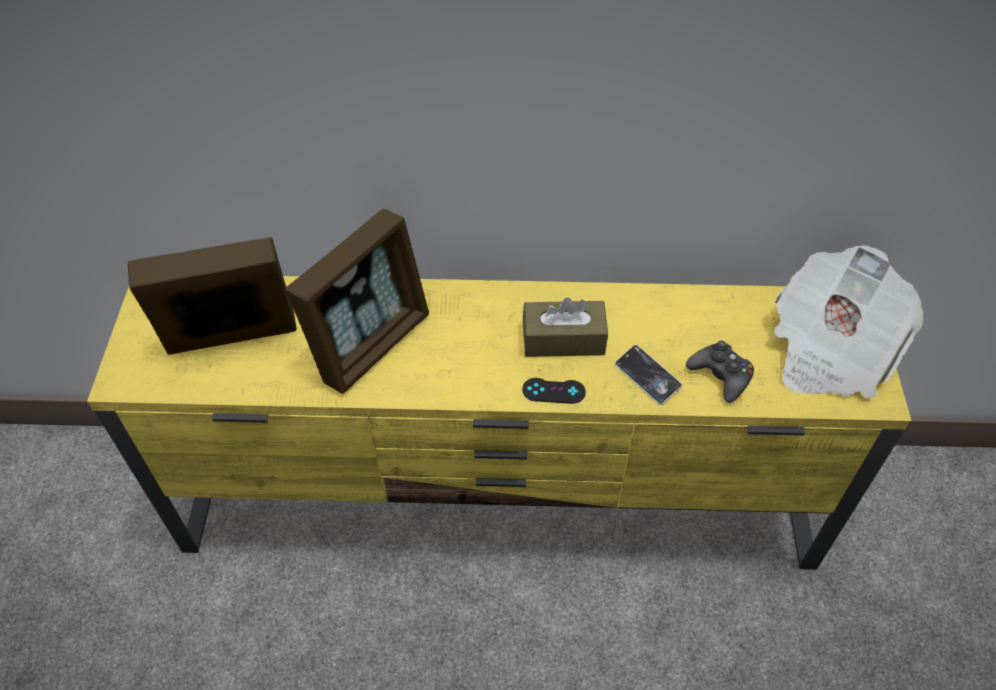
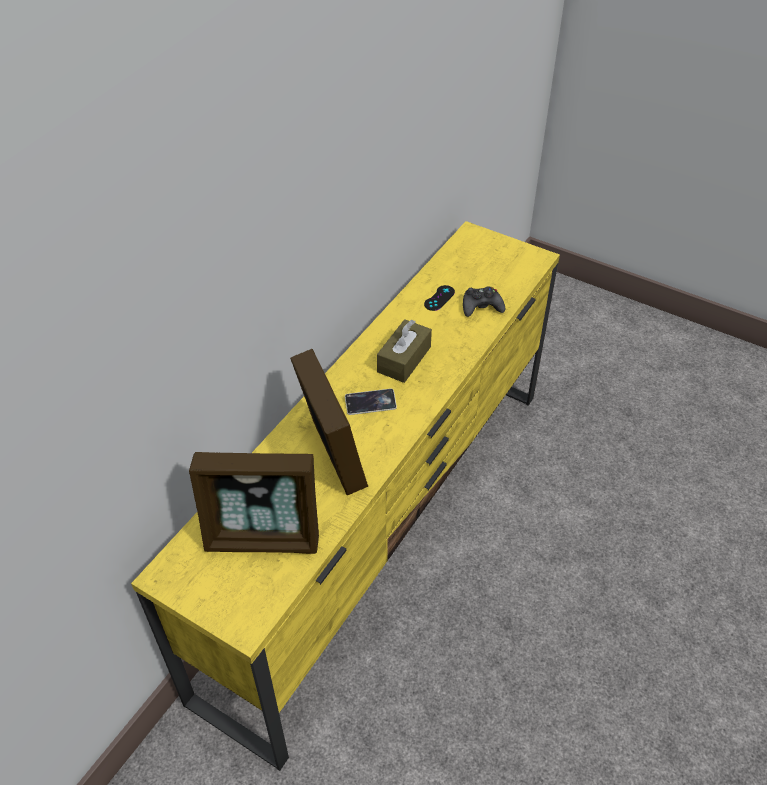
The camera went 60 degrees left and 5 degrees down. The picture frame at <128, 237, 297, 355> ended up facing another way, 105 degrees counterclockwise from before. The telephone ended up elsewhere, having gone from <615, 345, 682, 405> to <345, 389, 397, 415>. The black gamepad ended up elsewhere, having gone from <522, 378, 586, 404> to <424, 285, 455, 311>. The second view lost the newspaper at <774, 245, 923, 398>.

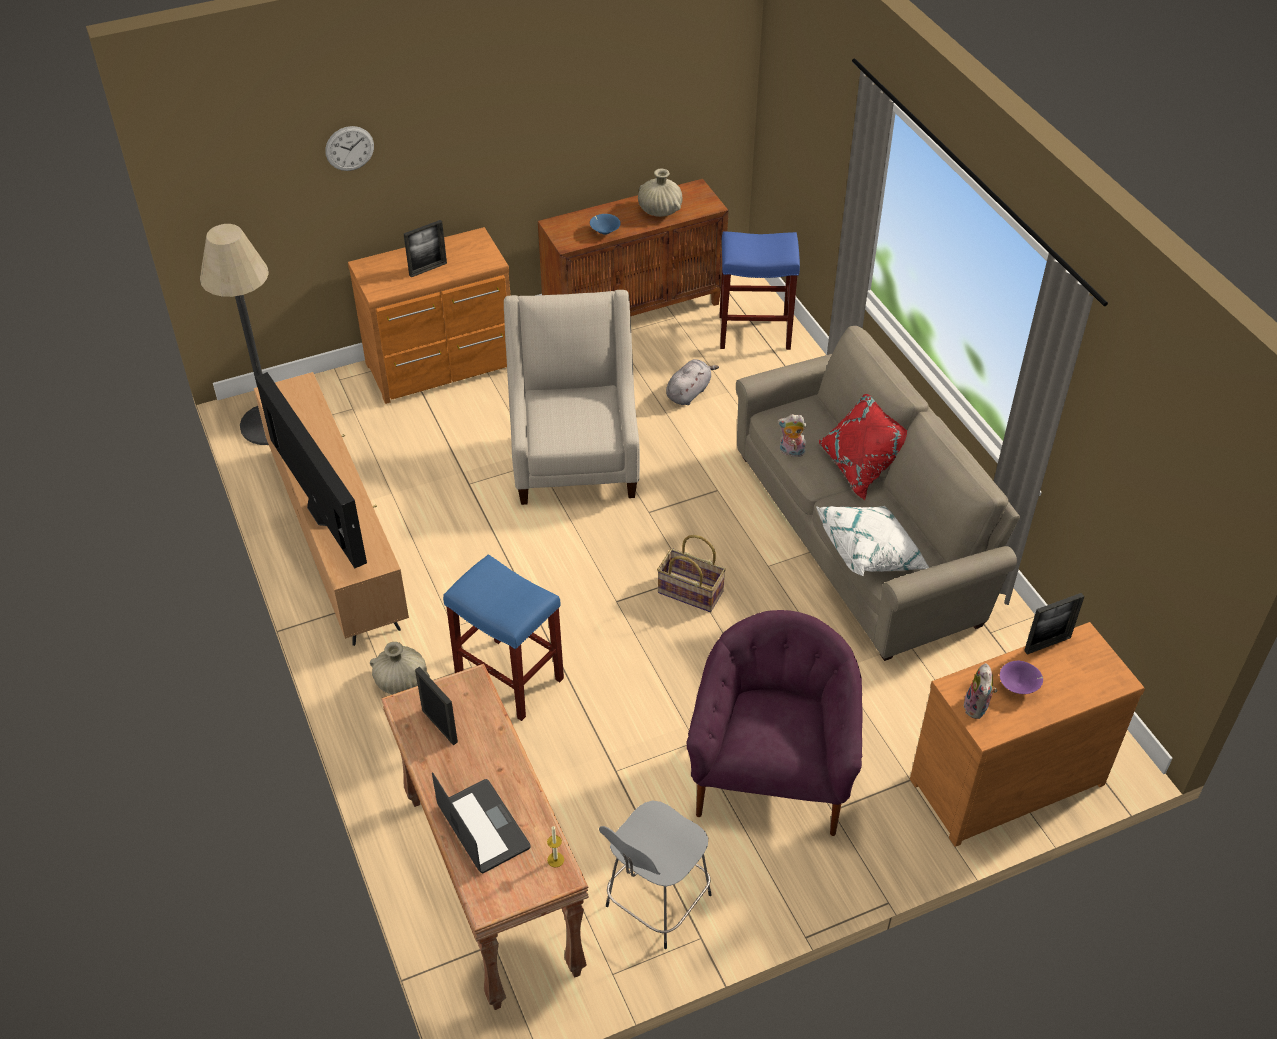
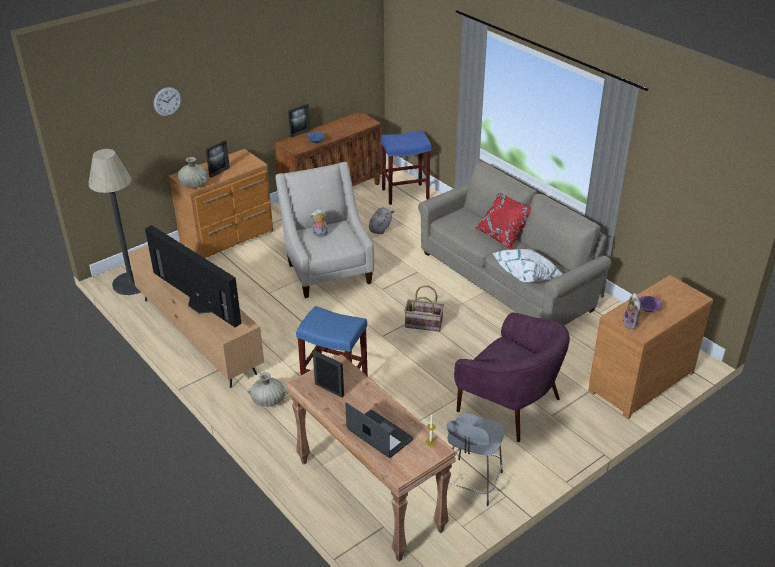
The camera went 15 degrees left and 10 degrees down. The beige-coloured flower vase ended up elsewhere, having gone from <638, 169, 683, 217> to <178, 157, 208, 188>. The picture frame ended up elsewhere, having gone from <1024, 593, 1085, 655> to <288, 104, 310, 138>. The cuddly toy ended up elsewhere, having gone from <778, 414, 806, 457> to <309, 209, 329, 237>. The purple-coloured lounge chair at <686, 610, 863, 836> ended up facing another way, 135 degrees clockwise from before.

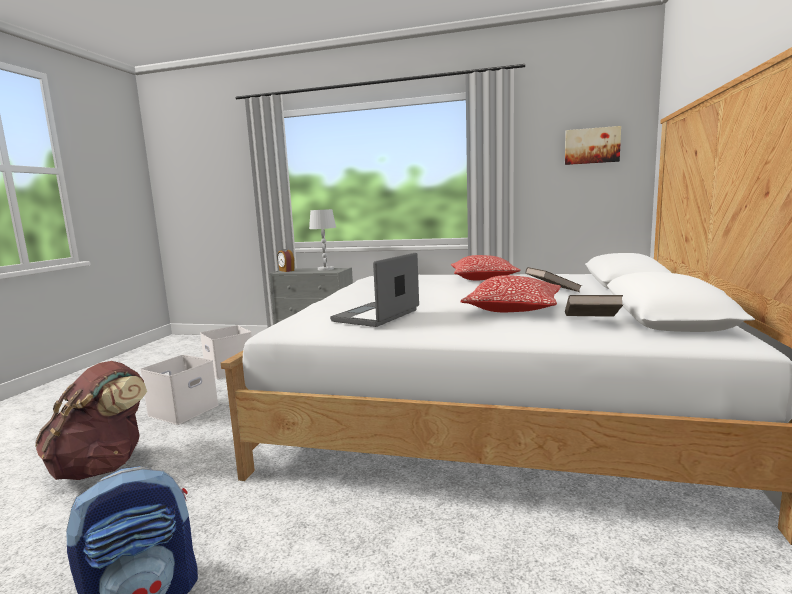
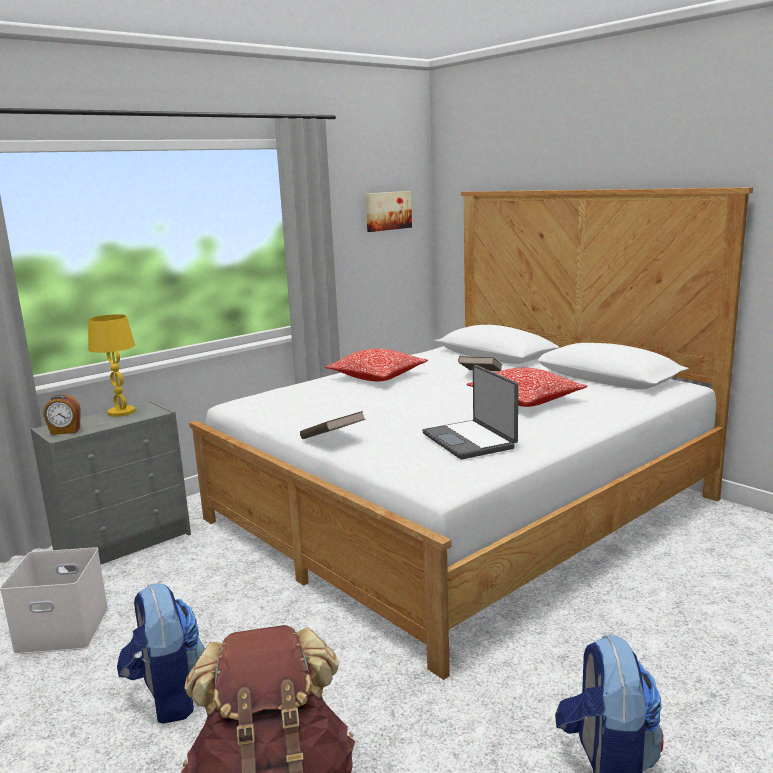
The camera went 55 degrees left and 5 degrees up. What was the white lamp for a table at <309, 209, 336, 270> turned into the yellow-coloured lamp for a table at <88, 314, 135, 417>. Where the white storage box stood at <140, 355, 219, 425>, the rucksack came to stand at <117, 583, 205, 724>. The brown-coloured book ended up elsewhere, having gone from <565, 295, 623, 317> to <300, 411, 366, 439>.

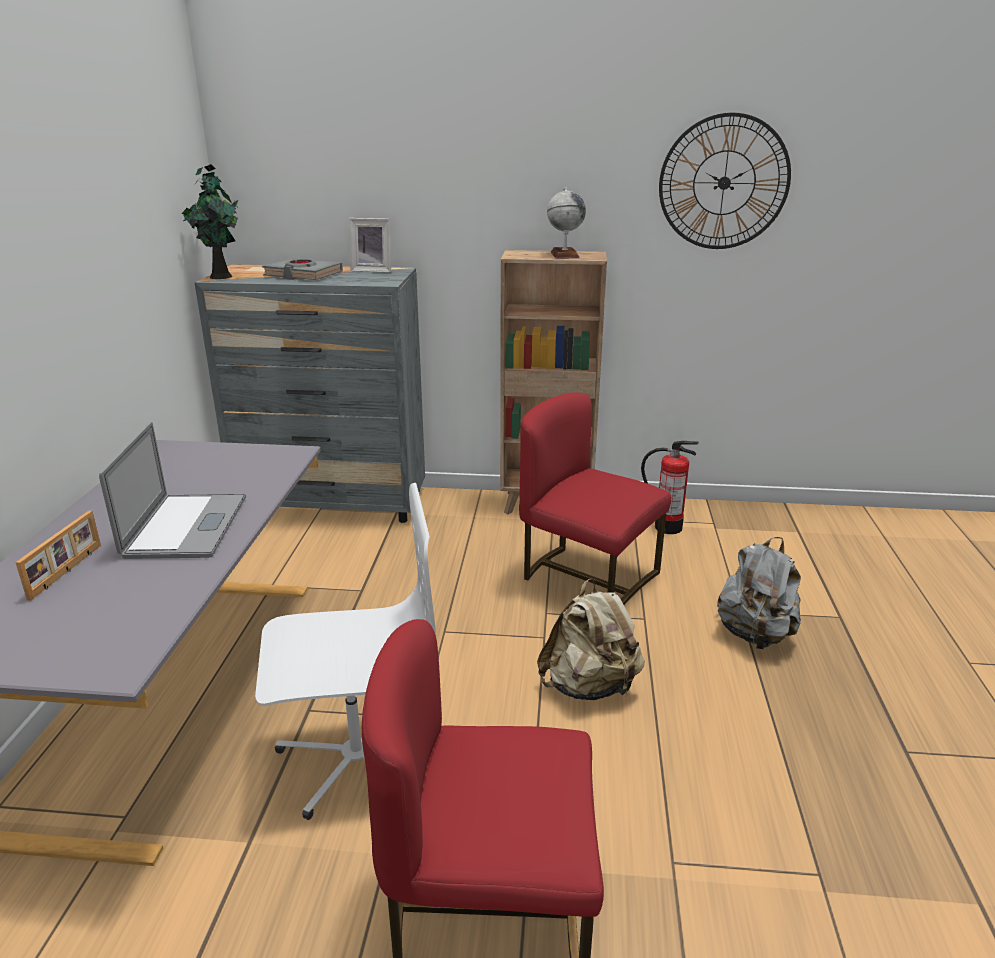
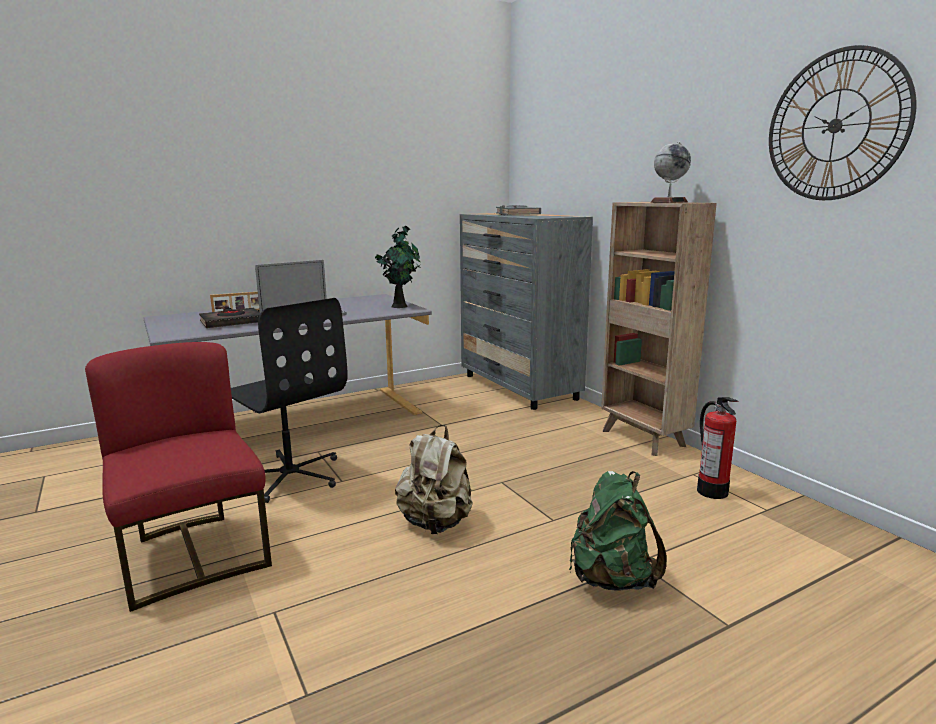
The camera went 55 degrees right and 10 degrees down. The second view gained the black book at <199, 308, 260, 328>. What was the white office chair at <255, 483, 436, 820> turned into the black office chair at <231, 298, 348, 503>. The plant in a pot ended up elsewhere, having gone from <181, 164, 238, 279> to <375, 226, 422, 308>. What was the grey rucksack at <717, 537, 801, 649> turned into the greenish rucksack at <569, 471, 667, 591>. The second view lost the picture frame at <349, 218, 391, 273>. The second view lost the reddish upright chair at <519, 392, 671, 605>.

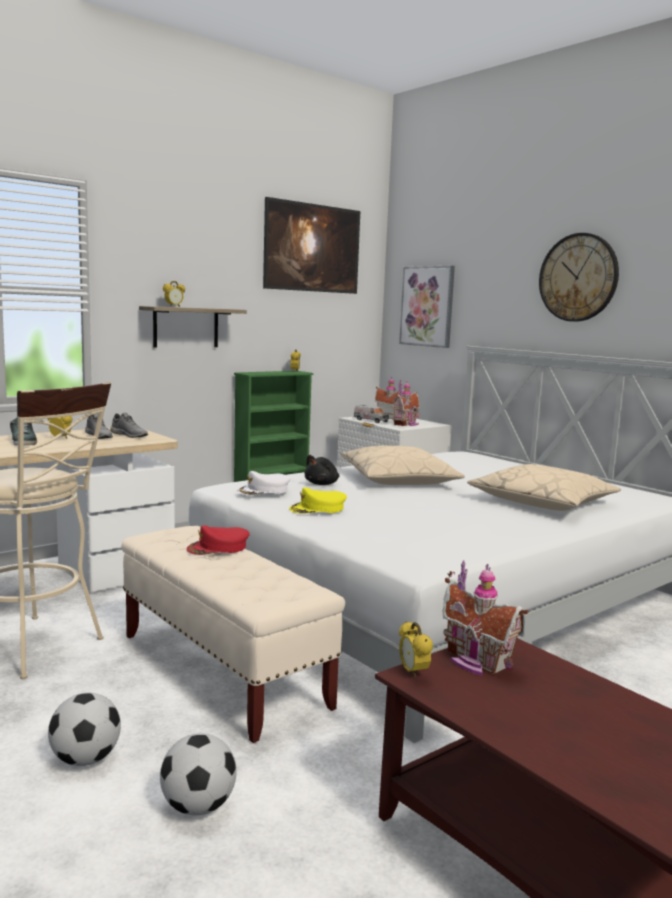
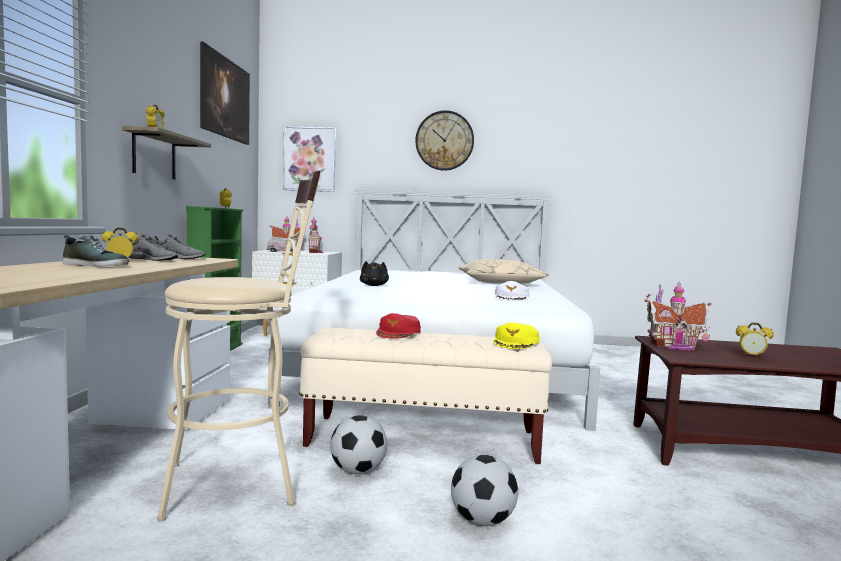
The camera went 45 degrees left and 5 degrees down. The football ended up elsewhere, having gone from <160, 733, 237, 816> to <330, 415, 387, 474>. The yellow-coloured cap ended up elsewhere, having gone from <289, 487, 347, 514> to <494, 322, 540, 349>. The white cap ended up elsewhere, having gone from <237, 471, 291, 495> to <495, 281, 529, 301>. The table clock ended up elsewhere, having gone from <399, 622, 433, 679> to <736, 323, 774, 358>. The second view lost the beige-coloured throw pillow at <341, 446, 465, 485>.

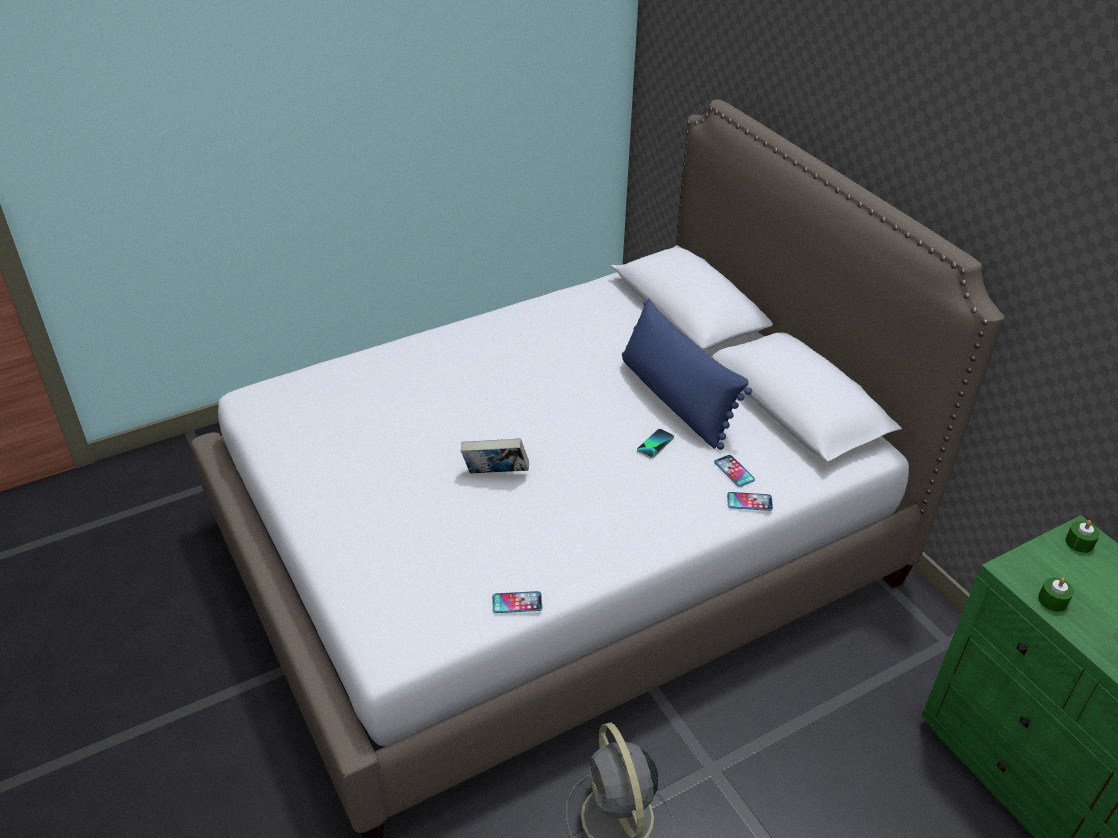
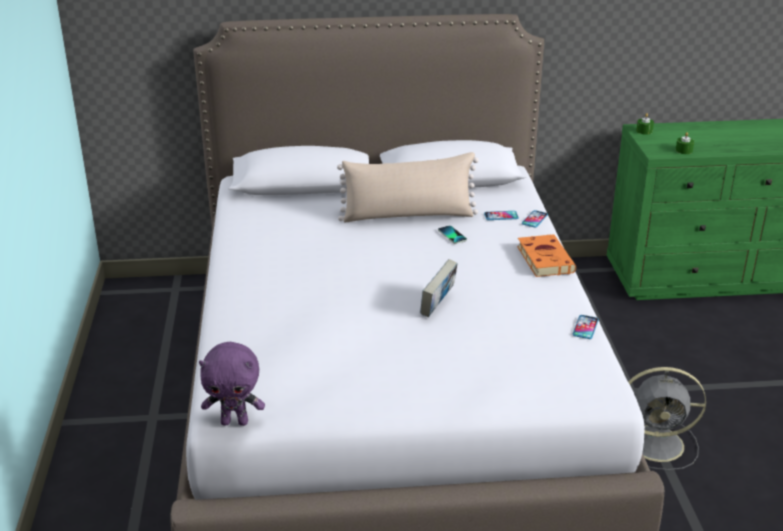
The camera went 65 degrees left and 10 degrees down. The second view gained the purple-coloured cuddly toy at <199, 342, 265, 426>. What was the bluish throw pillow at <622, 299, 752, 450> turned into the beige-coloured throw pillow at <337, 152, 479, 222>. The second view gained the orangey book at <517, 234, 576, 277>.

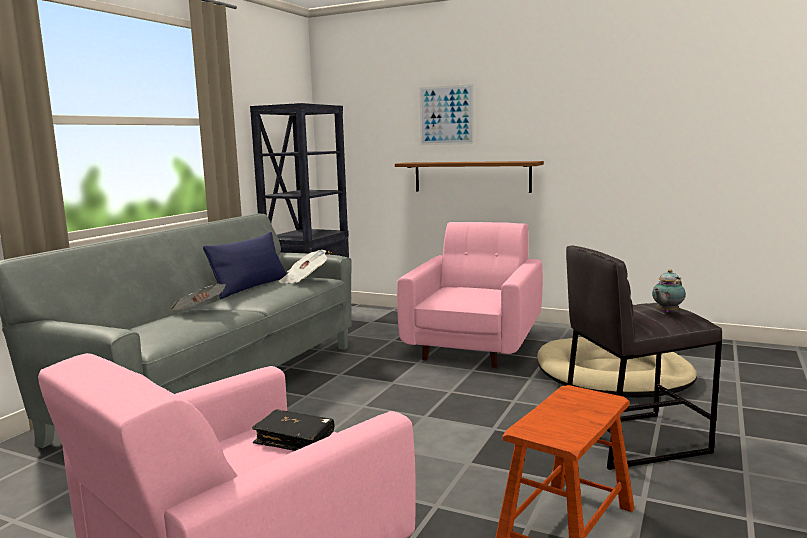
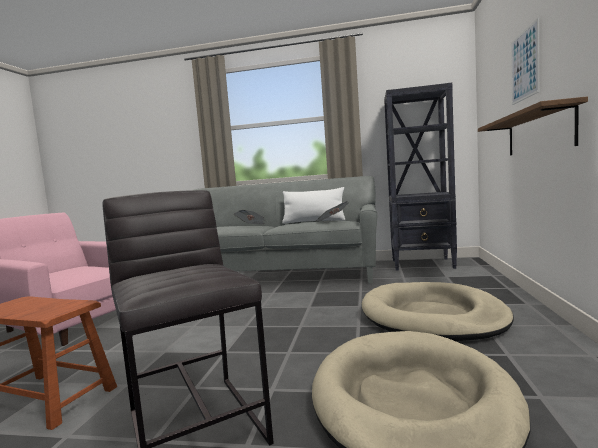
The camera went 75 degrees right and 5 degrees down. What was the bluish throw pillow at <203, 232, 287, 299> turned into the white throw pillow at <282, 187, 345, 224>. Where the pinkish lounge chair stood at <397, 222, 543, 368>, the beige-coloured pet bed came to stand at <362, 282, 514, 341>. The second view lost the black book at <252, 409, 334, 451>. The second view lost the pot for tea at <652, 269, 686, 313>.

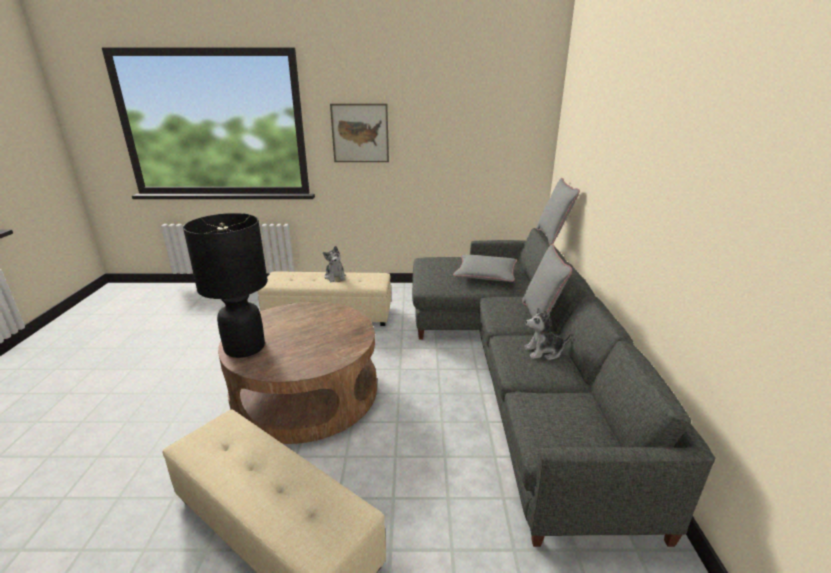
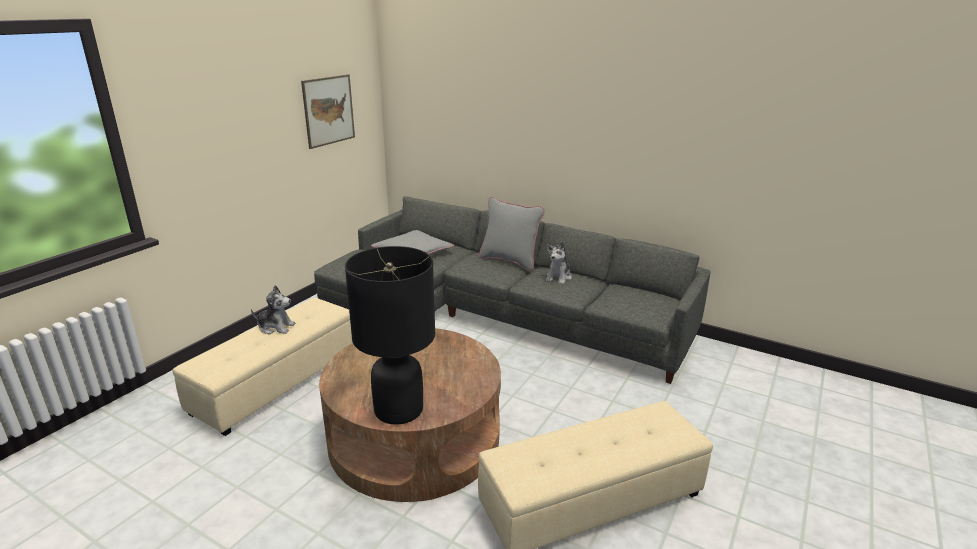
The camera went 60 degrees left and 0 degrees up. The wall art ended up elsewhere, having gone from <330, 104, 389, 162> to <301, 74, 355, 149>. The second view lost the grey throw pillow at <537, 178, 580, 245>.

